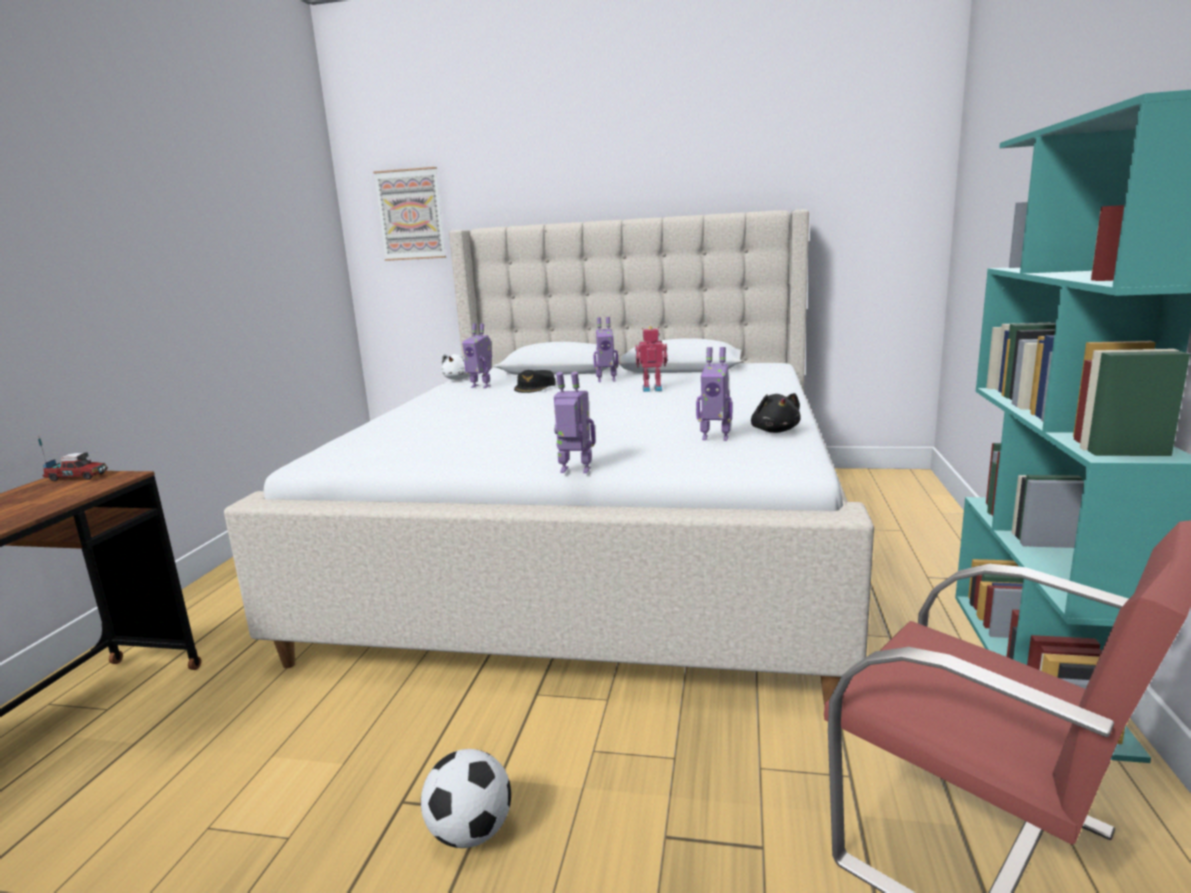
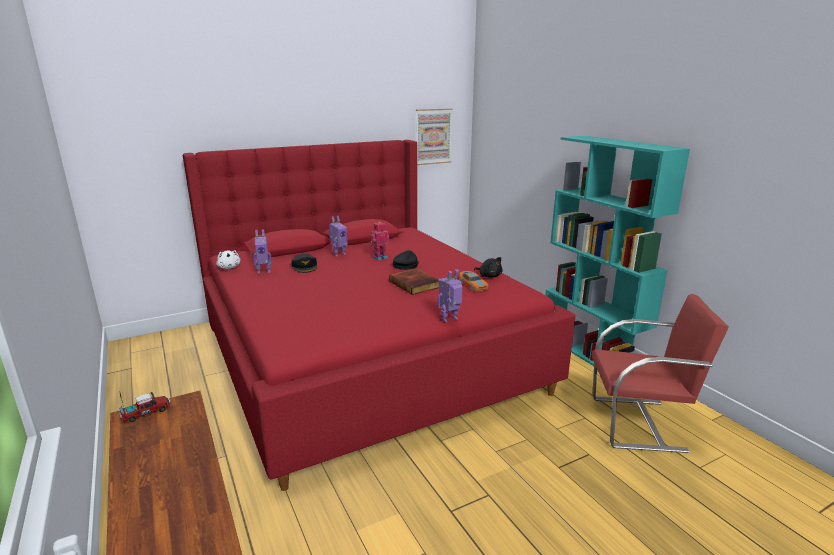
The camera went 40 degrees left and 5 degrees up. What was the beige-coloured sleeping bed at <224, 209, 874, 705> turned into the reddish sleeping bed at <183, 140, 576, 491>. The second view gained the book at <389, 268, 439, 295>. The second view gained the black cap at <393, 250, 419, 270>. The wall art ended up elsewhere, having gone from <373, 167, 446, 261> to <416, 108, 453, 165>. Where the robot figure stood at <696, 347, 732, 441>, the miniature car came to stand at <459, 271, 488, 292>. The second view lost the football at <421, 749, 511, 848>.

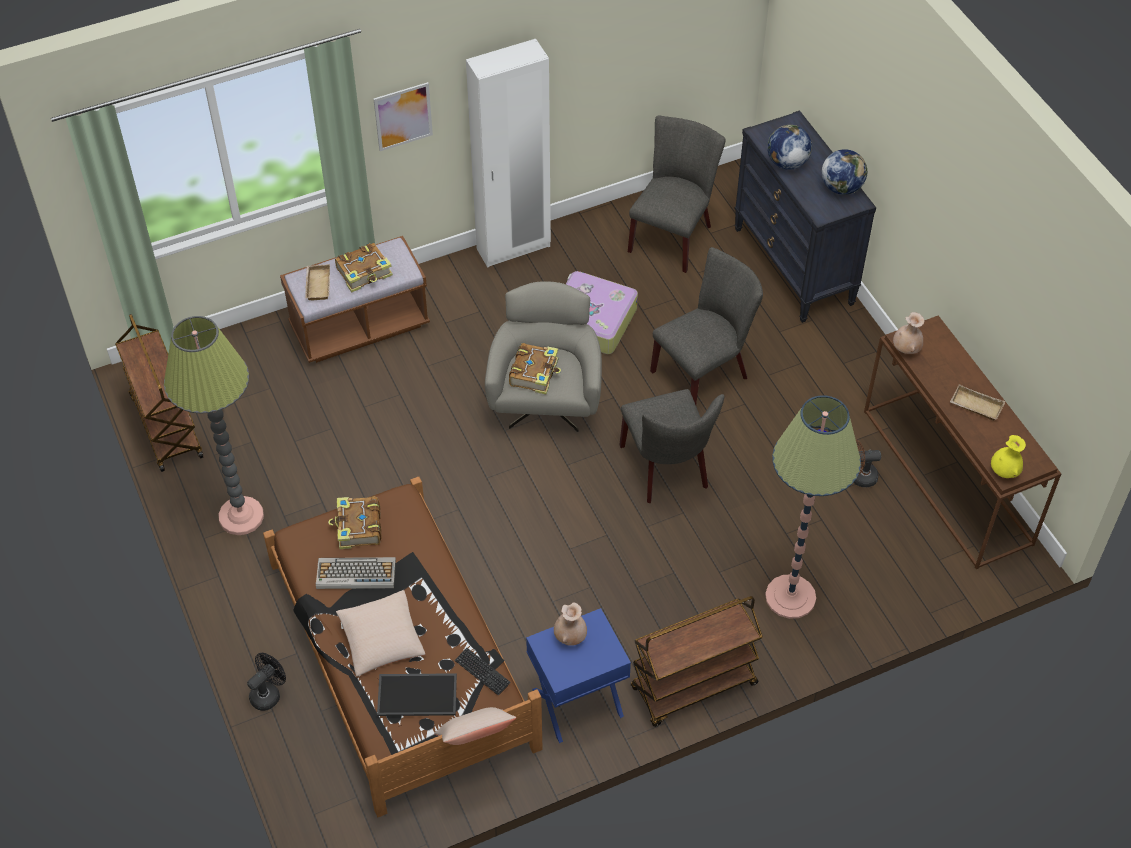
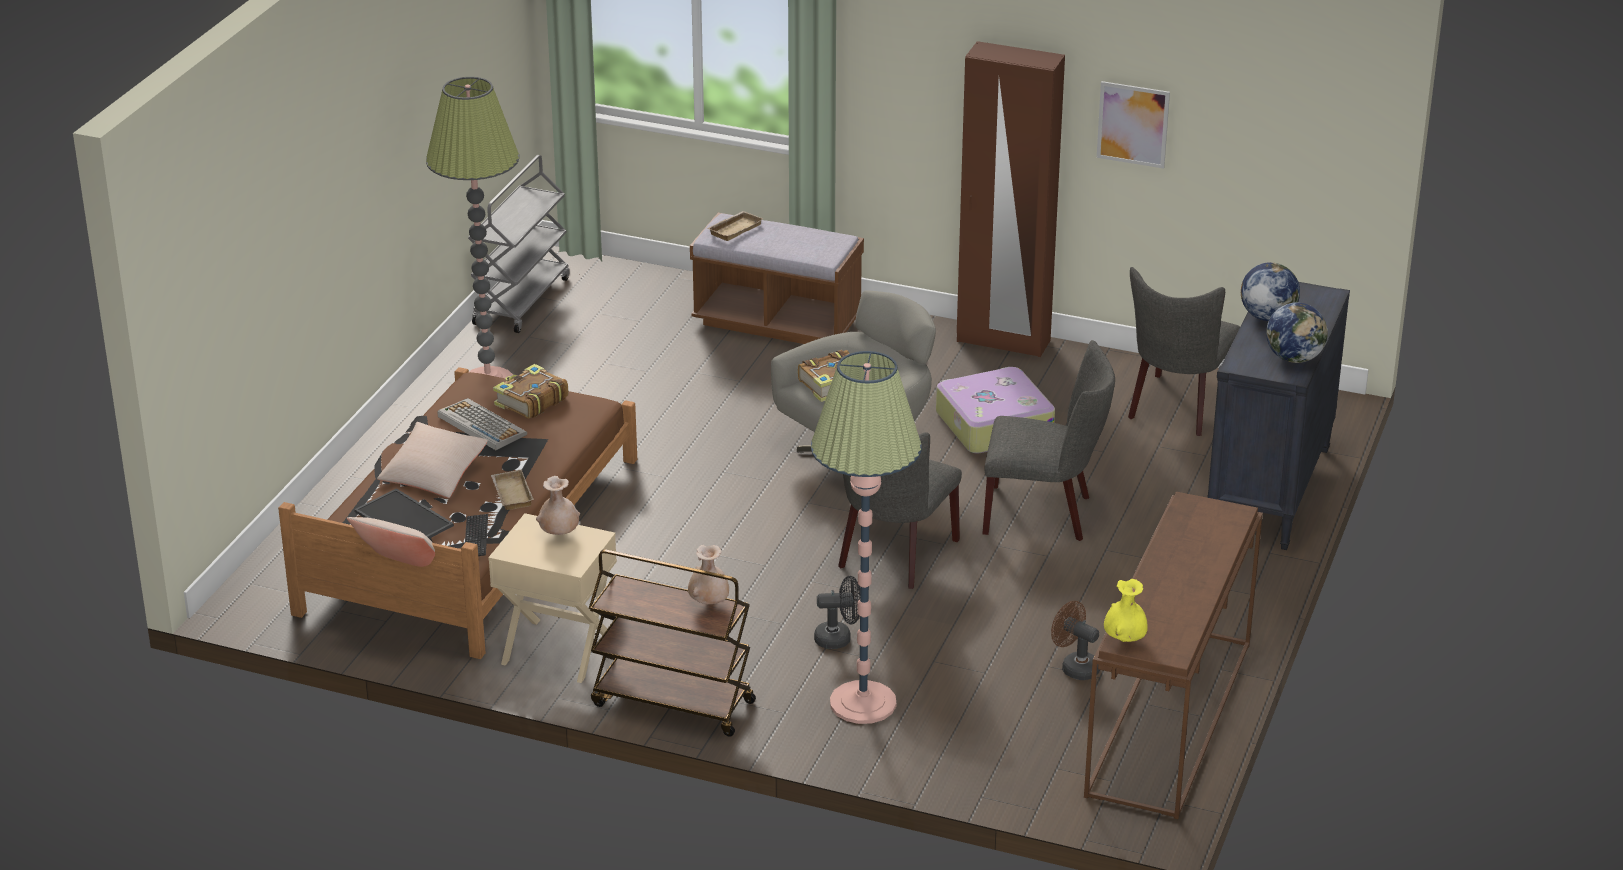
The camera went 45 degrees right and 20 degrees down. What was the brown-coloured wheeled cart at <115, 314, 203, 472> turned into the grey wheeled cart at <468, 155, 570, 333>. What was the bluish bedside table at <526, 608, 631, 743> turned into the beige-coloured bedside table at <488, 513, 617, 683>. The beige-coloured serving tray ended up elsewhere, having gone from <950, 384, 1005, 420> to <491, 469, 534, 510>. The beige-coloured flower vase ended up elsewhere, having gone from <893, 312, 924, 354> to <688, 545, 729, 604>. The black cooling fan ended up elsewhere, having gone from <247, 653, 286, 711> to <814, 576, 860, 649>. What was the white clothes cupboard at <466, 39, 551, 268> turned into the brown-coloured clothes cupboard at <957, 41, 1065, 357>. The wall art ended up elsewhere, having gone from <374, 82, 433, 151> to <1097, 81, 1170, 169>. The grey upright chair at <628, 116, 725, 273> ended up facing another way, 135 degrees clockwise from before. The second view lost the book at <335, 243, 393, 292>.

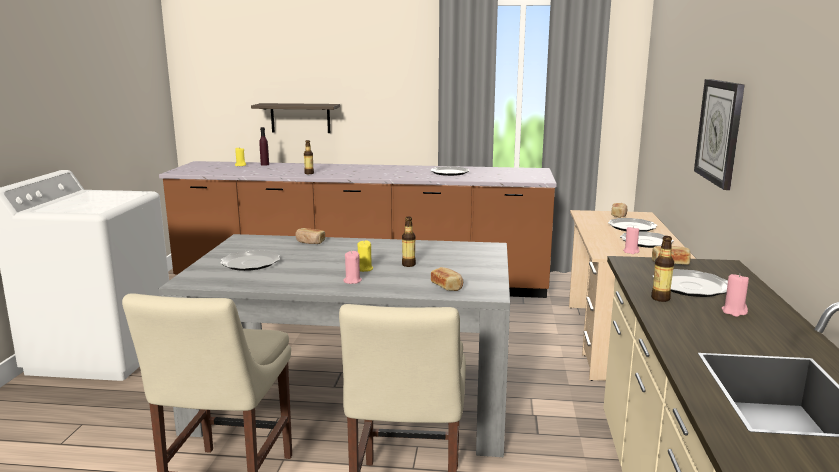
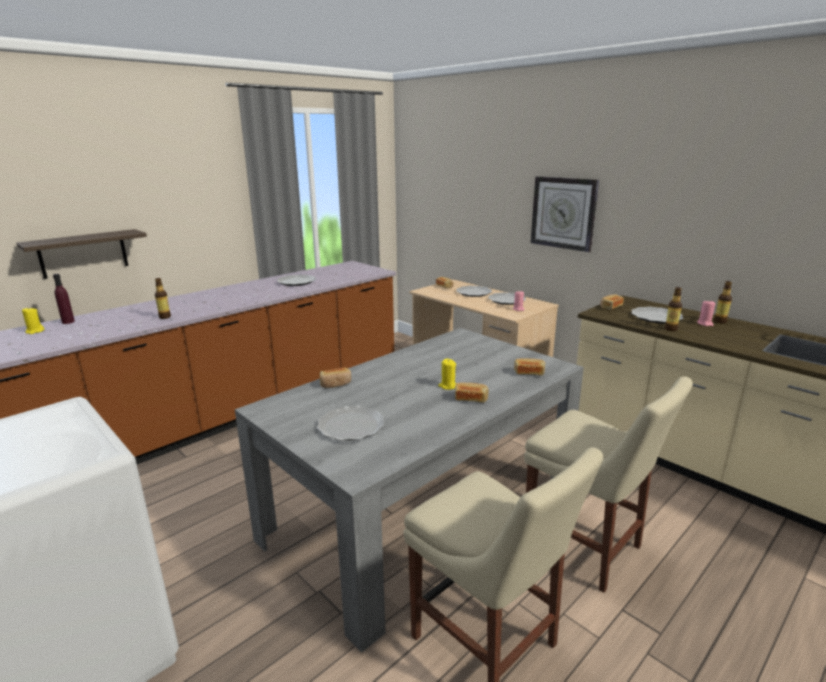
The camera went 50 degrees left and 5 degrees up. Where the pinkish wax light stood at <344, 251, 362, 284>, the baked bread came to stand at <455, 382, 488, 403>. The drink bottle ended up elsewhere, having gone from <402, 217, 416, 267> to <714, 281, 732, 324>.

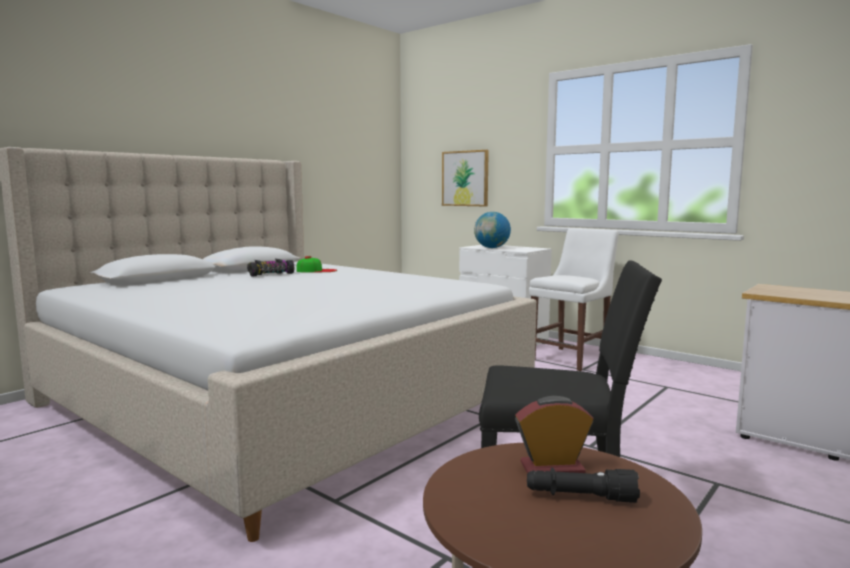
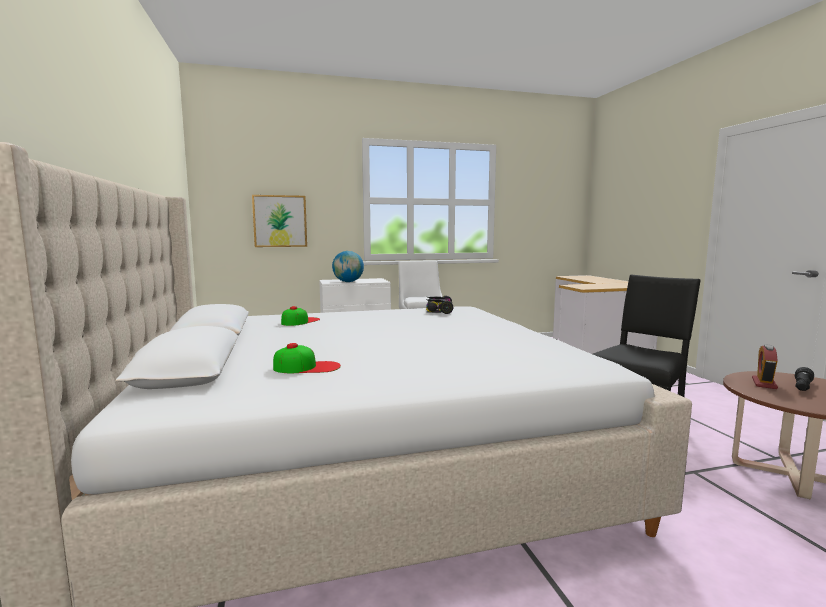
The camera went 55 degrees left and 0 degrees up. The second view gained the cap at <273, 343, 341, 373>. The miniature car ended up elsewhere, having gone from <247, 259, 295, 277> to <426, 296, 453, 314>.

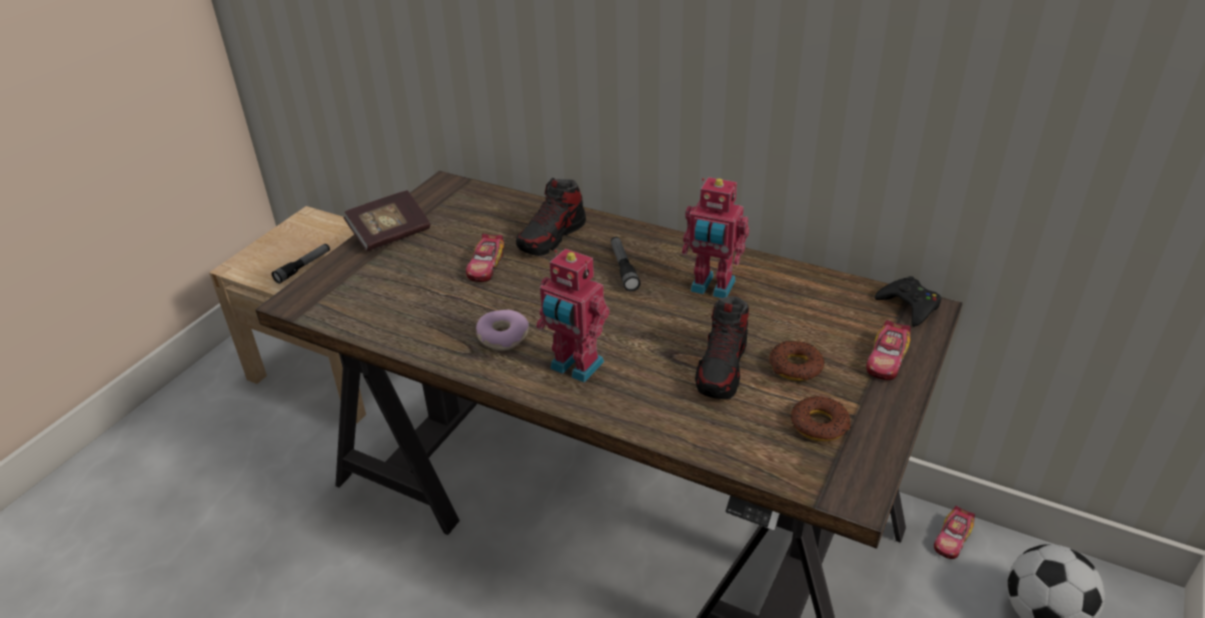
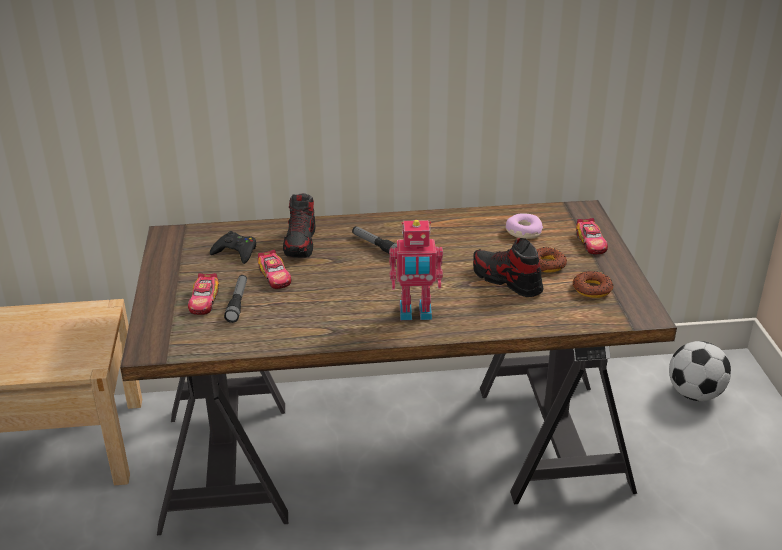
The camera went 35 degrees left and 5 degrees down. The miniature car ended up elsewhere, having gone from <934, 506, 975, 559> to <188, 273, 219, 315>. The black gamepad ended up elsewhere, having gone from <874, 276, 941, 327> to <210, 231, 256, 264>. The torch ended up elsewhere, having gone from <272, 244, 330, 284> to <224, 275, 247, 323>. The item of footwear at <695, 296, 749, 399> ended up facing another way, 150 degrees clockwise from before. The donut ended up elsewhere, having gone from <476, 310, 529, 351> to <506, 213, 543, 239>. The second view lost the book at <344, 190, 431, 251>. The second view lost the robot figure at <682, 177, 749, 298>.

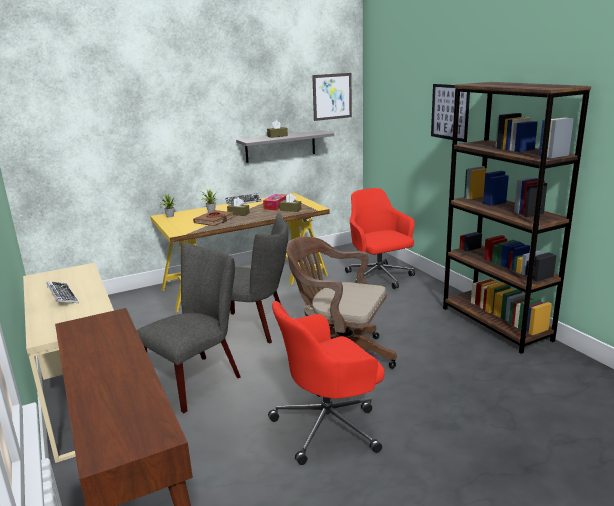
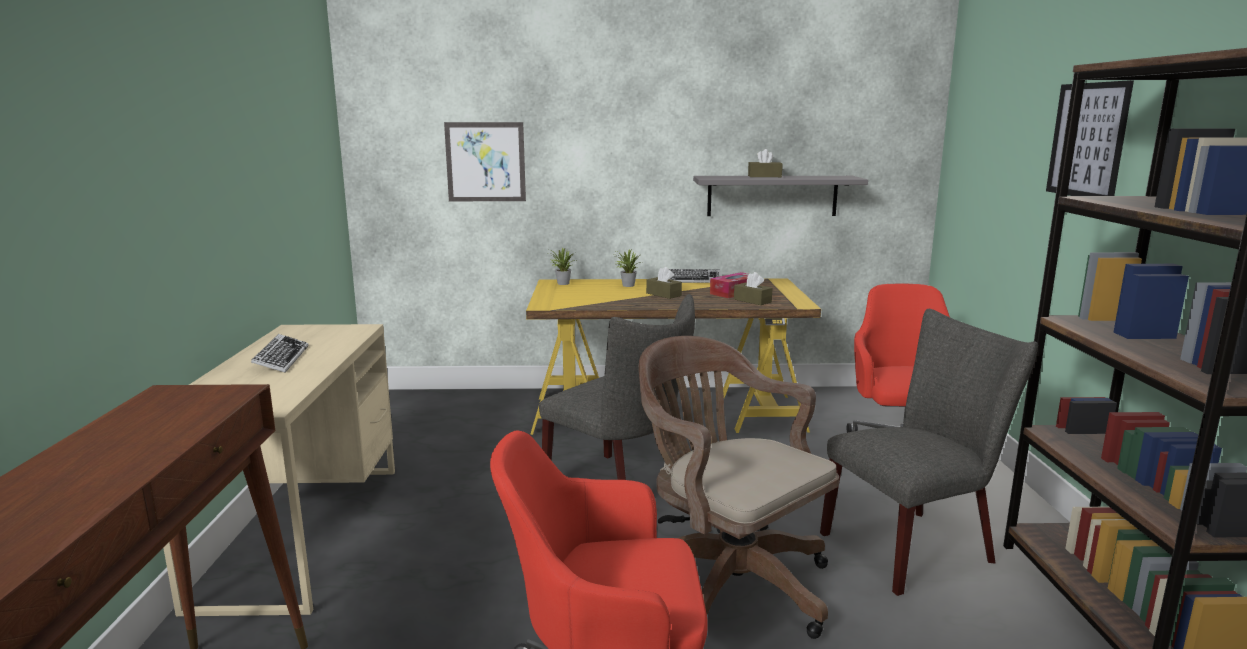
The camera went 25 degrees right and 5 degrees down. The wall art ended up elsewhere, having gone from <312, 73, 352, 121> to <444, 122, 526, 201>. The grey upright chair ended up elsewhere, having gone from <137, 242, 241, 413> to <820, 309, 1038, 596>. The second view lost the brown-coloured book at <193, 210, 235, 226>.

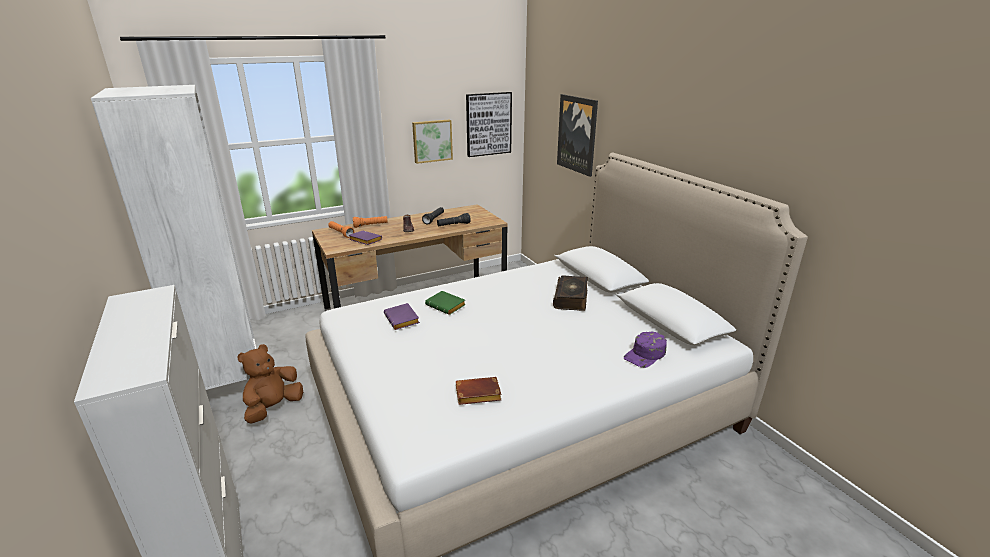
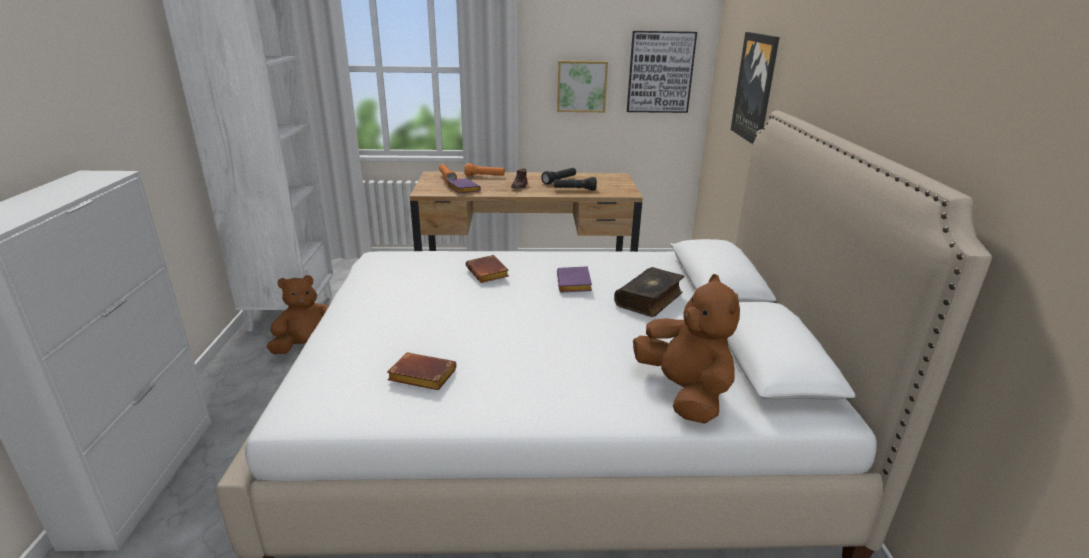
The camera went 25 degrees right and 0 degrees up. What was the greenish book at <425, 291, 466, 315> turned into the brown-coloured book at <466, 255, 509, 283>. The purple-coloured book ended up elsewhere, having gone from <384, 303, 420, 330> to <557, 266, 592, 293>. Where the purple-coloured cap stood at <624, 331, 667, 368>, the brown-coloured cuddly toy came to stand at <633, 274, 740, 424>.

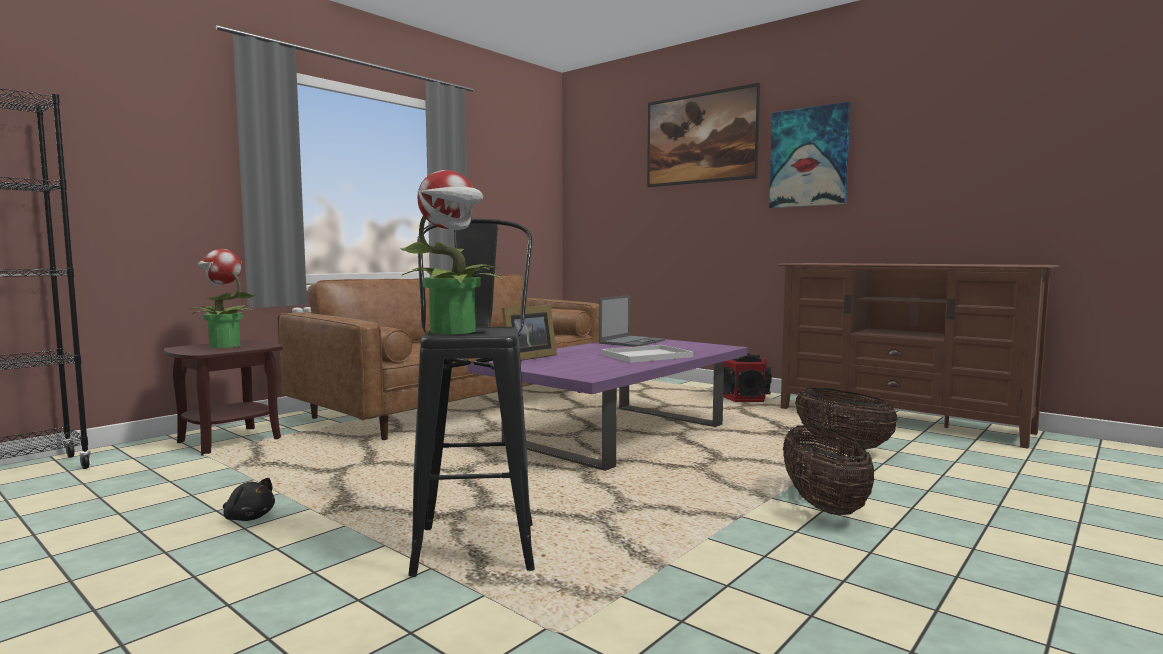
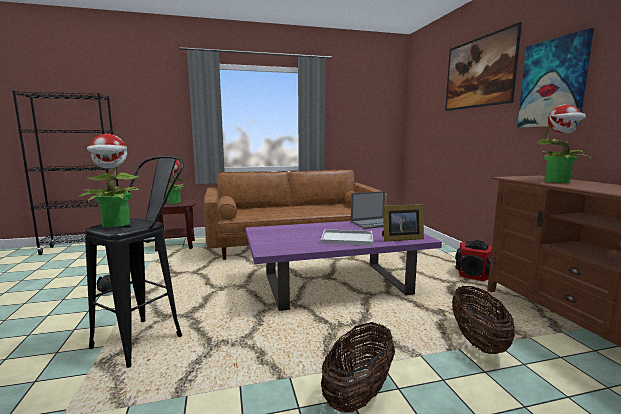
The camera went 35 degrees right and 5 degrees up. The picture frame ended up elsewhere, having gone from <502, 305, 557, 361> to <382, 204, 424, 242>. The second view gained the plant in a pot at <535, 104, 592, 183>.

